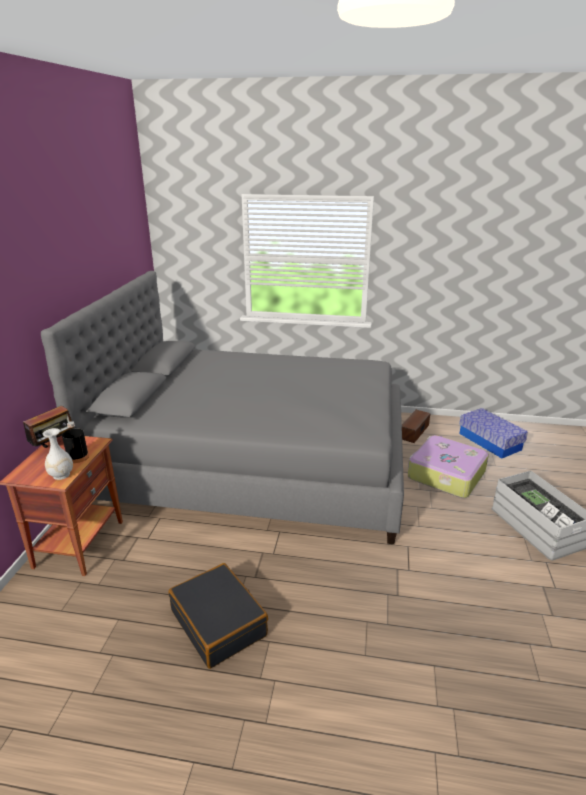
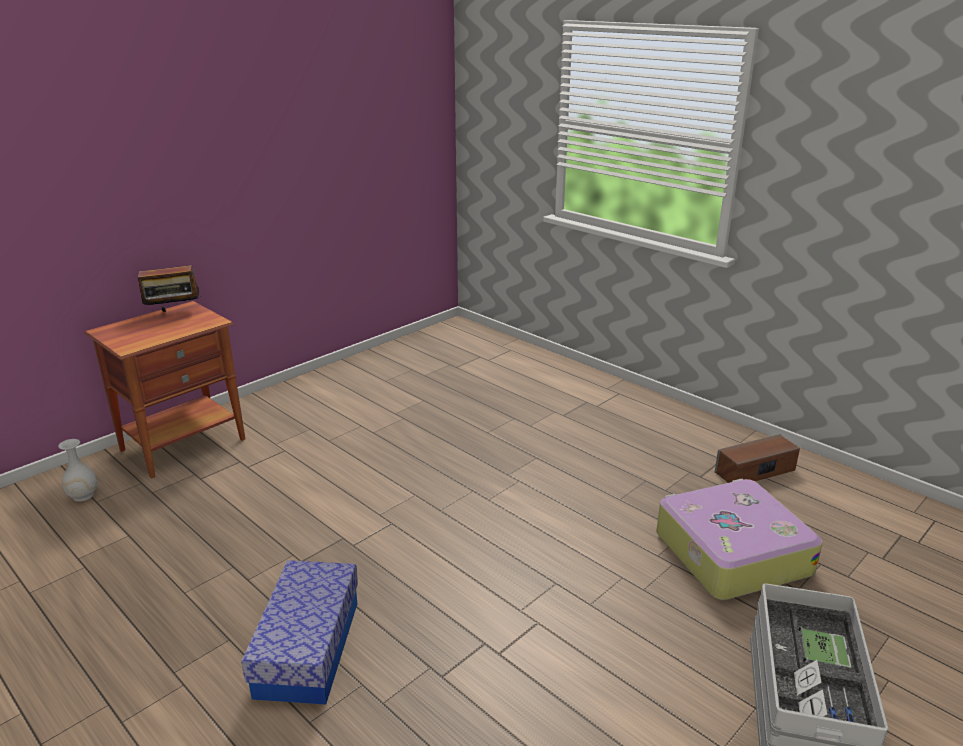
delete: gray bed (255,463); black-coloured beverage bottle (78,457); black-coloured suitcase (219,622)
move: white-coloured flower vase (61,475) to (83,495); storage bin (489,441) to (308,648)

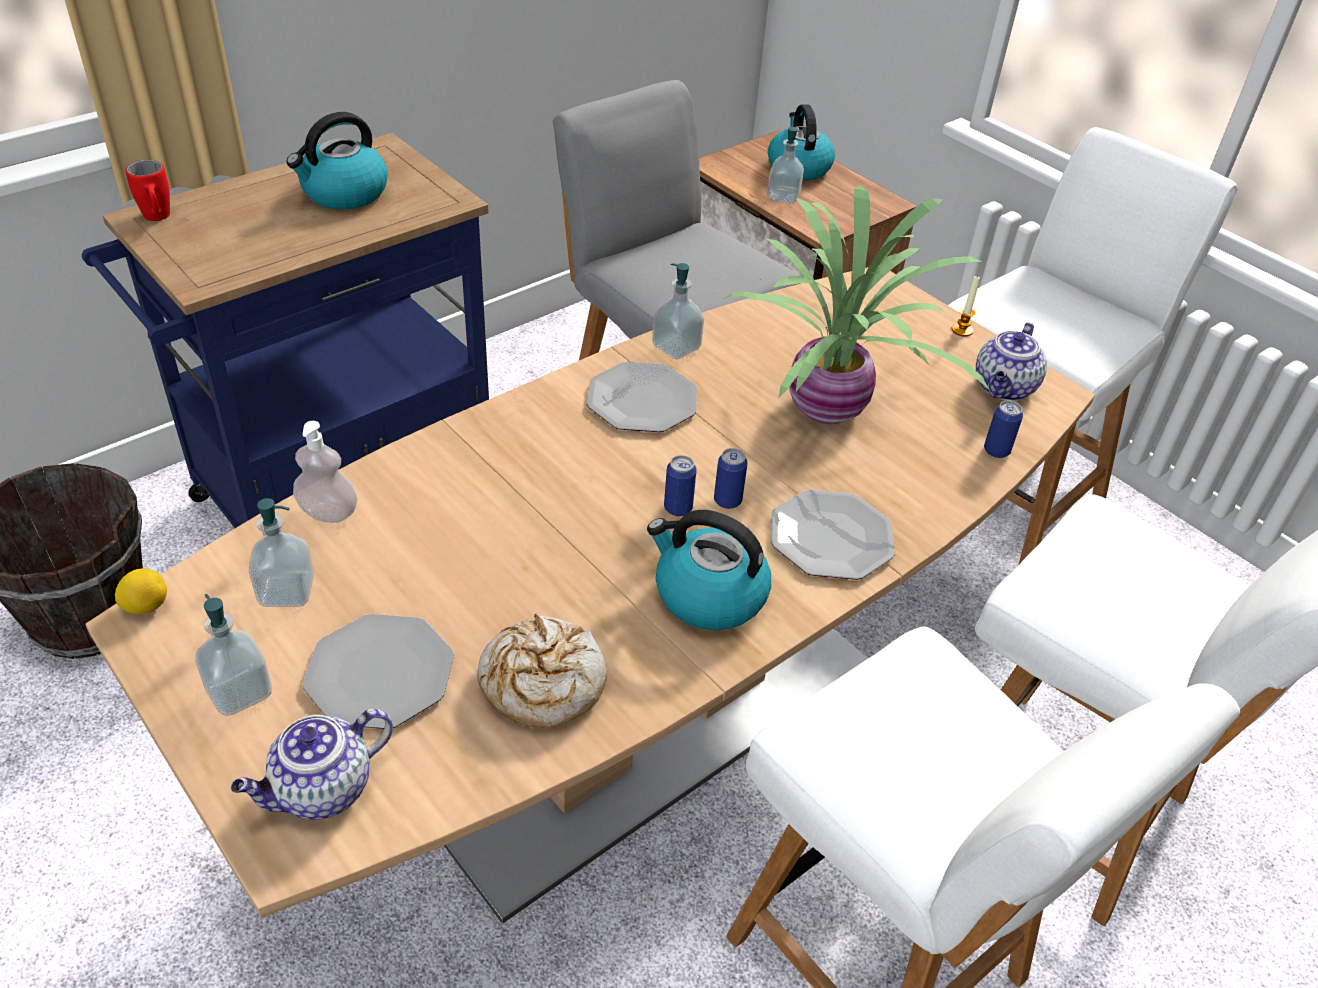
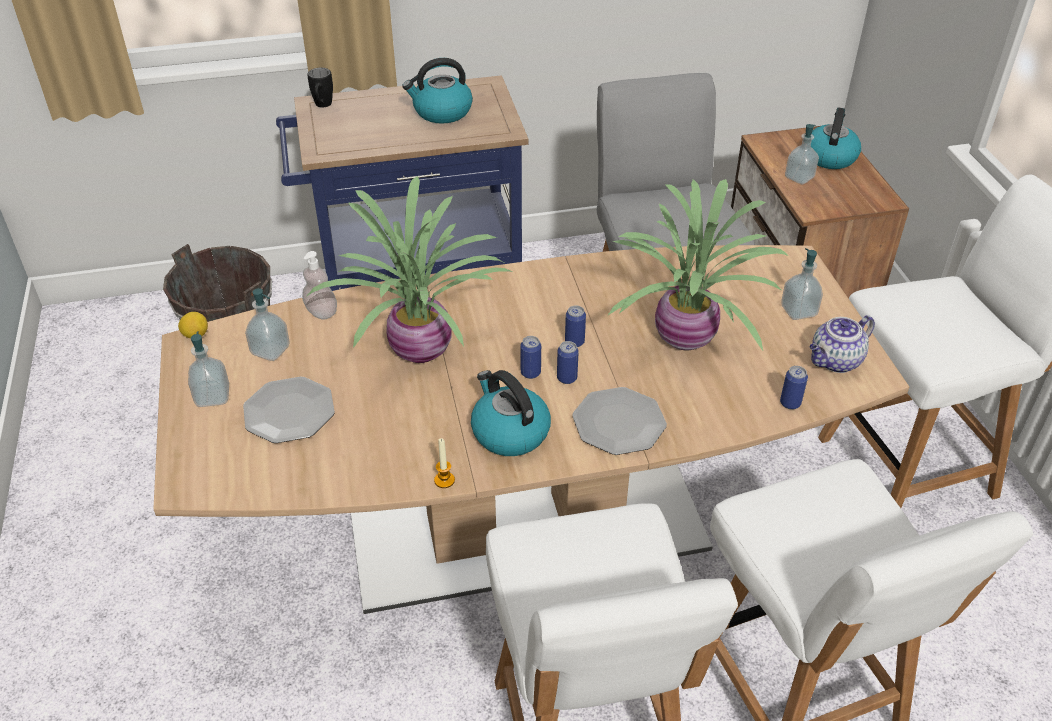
delete: pot for tea (321,791); bakery bread (541,683); dinner plate (642,400)
insert: plant in a pot (421,347); sealed can (574,342)
move: liquid soap bottle (676,347) to (798,311); wax light (962,330) to (444,480)
recolor: red tea mug (158,219) to black-coloured tea mug (322,106)

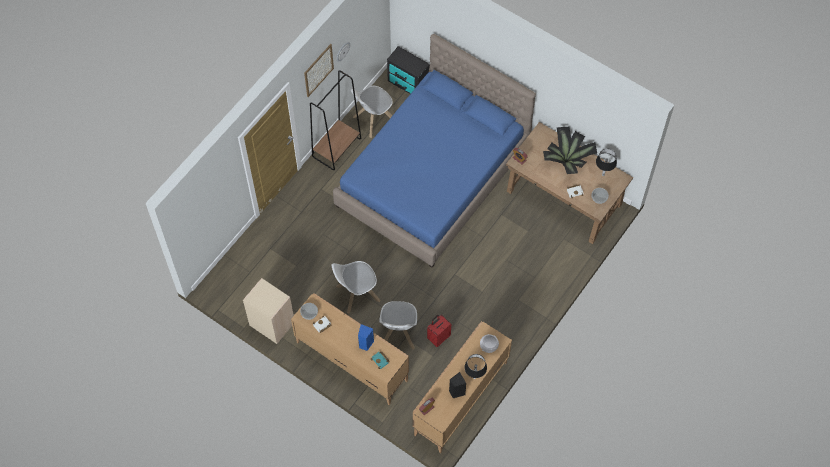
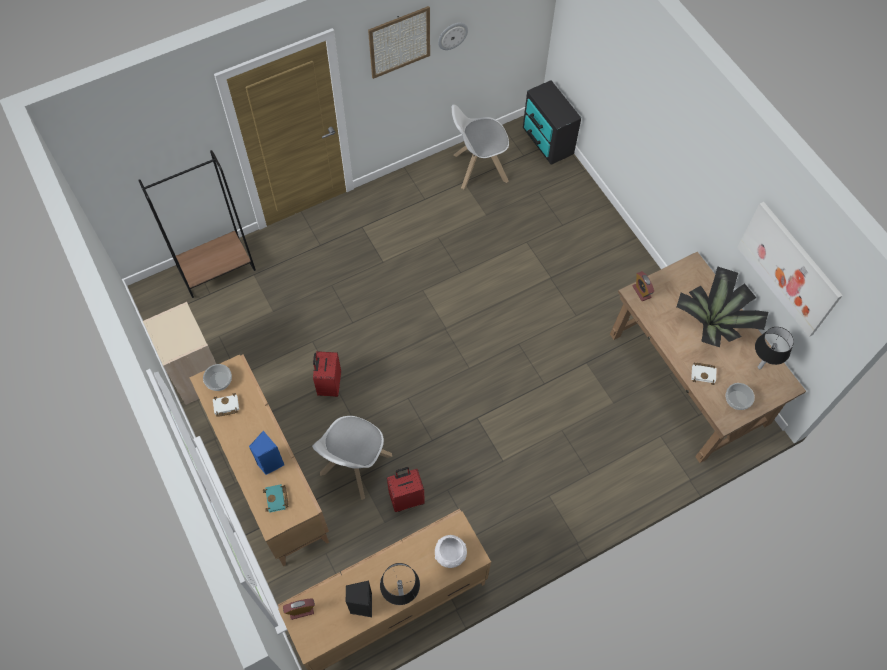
delete: blue bed (433,176)
insert: wall art (788,269)
move: garment rack (336,148) to (217,269)
replace: plain chair (356,294) to red suitcase (329,385)

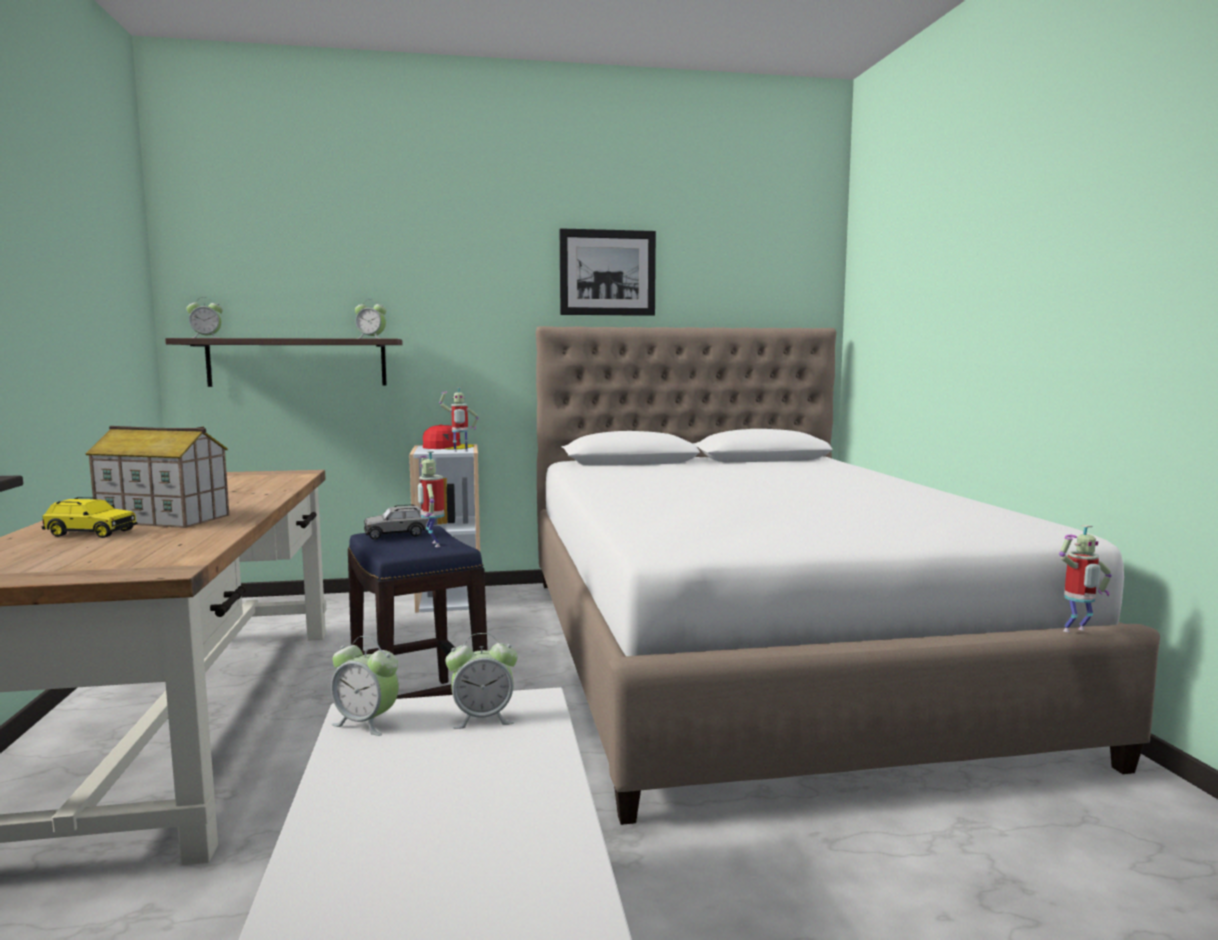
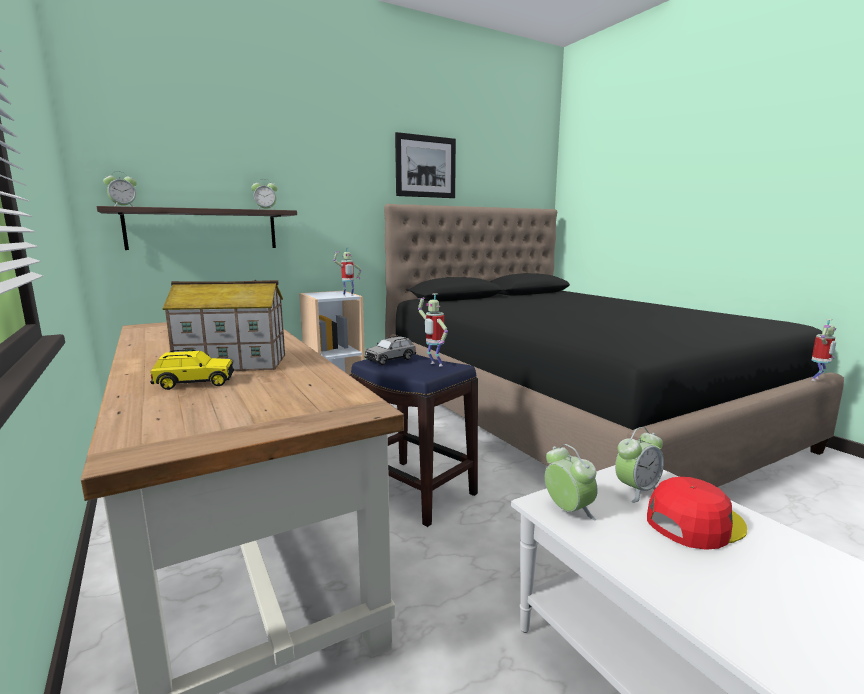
move: red baseball cap (447,447) to (694,523)
recolor: white-coloured bed (755,652) to black-coloured bed (567,413)
rotate: bedside clock (366,723) = (568,511) 120 degrees counterclockwise

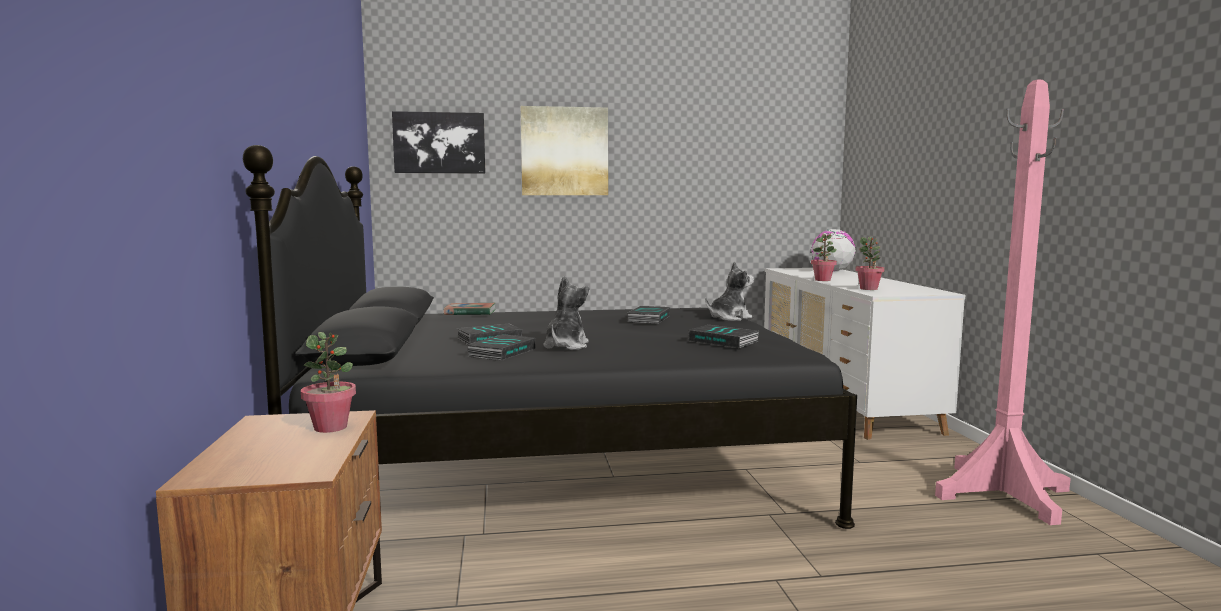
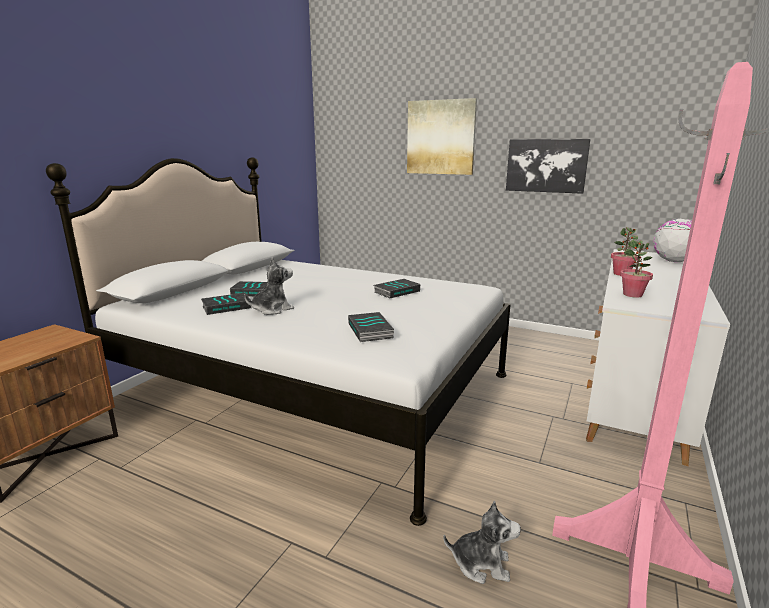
delete: plant in a pot (331,427); book (470,313)
move: wall art (439,143) to (546,165); soft toy (729,318) to (481,564)
recolor: black-coloured bed (564,470) to white-coloured bed (315,391)

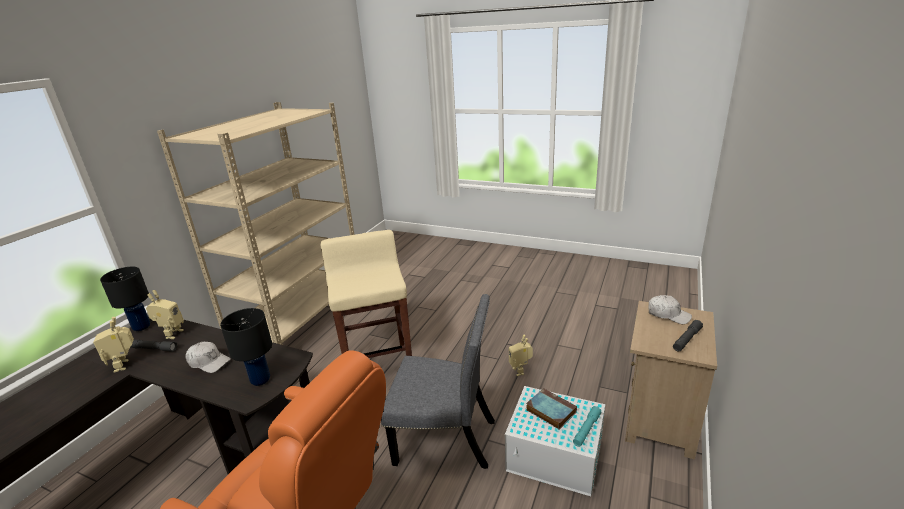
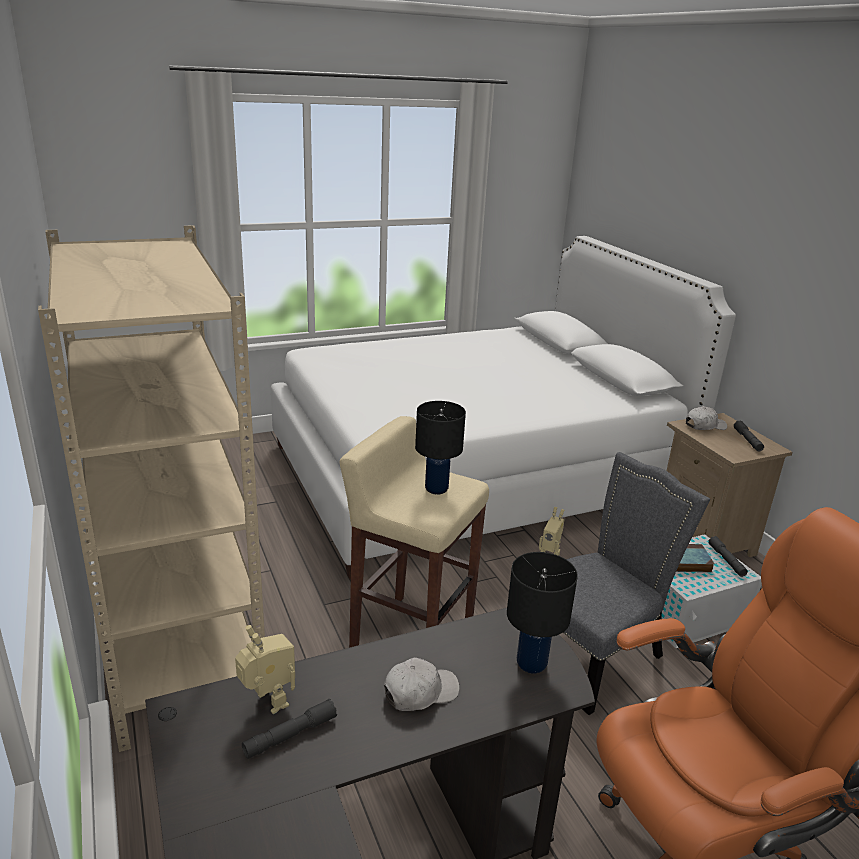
delete: model robot (125,365)
insert: white-coloured bed (472,474)
move: black-coloured lamp for a table (142,327) to (437,489)
recolor: turquoise hand torch (586,429) to gray hand torch (726,560)

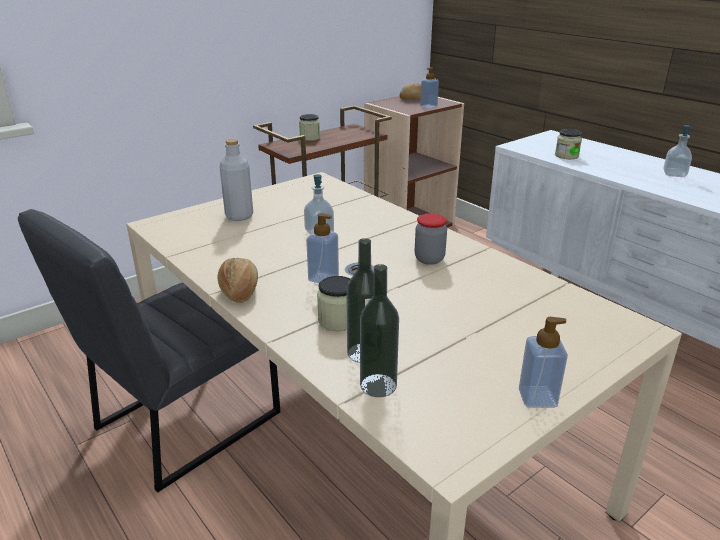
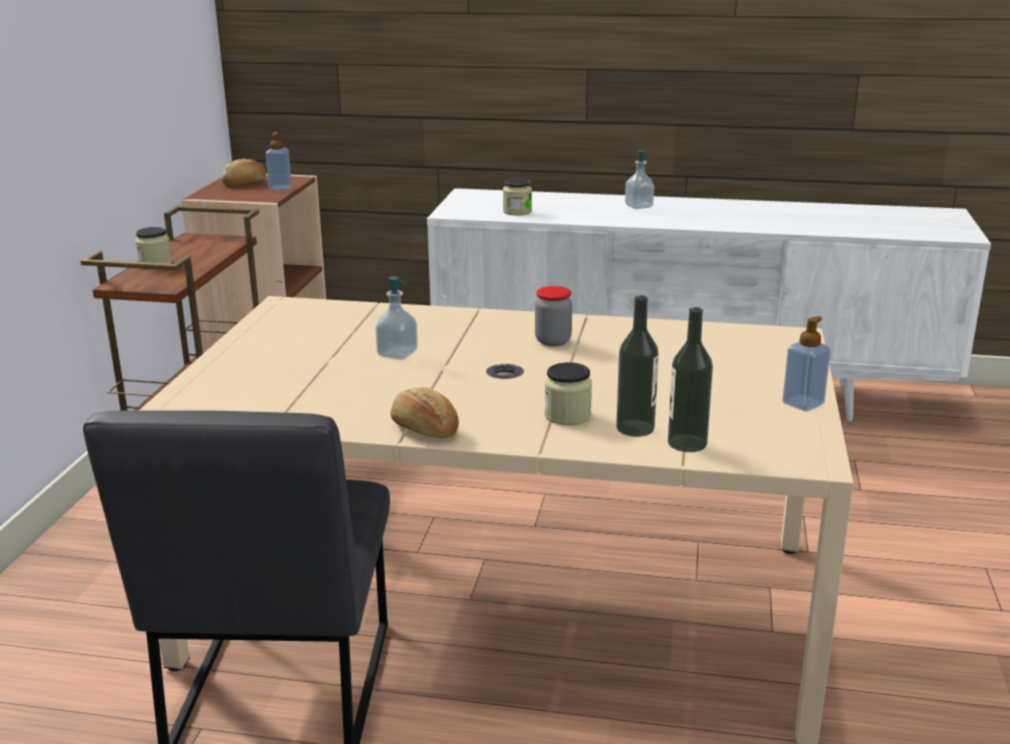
delete: gray beverage bottle (239,216); liquid soap bottle (323,278)

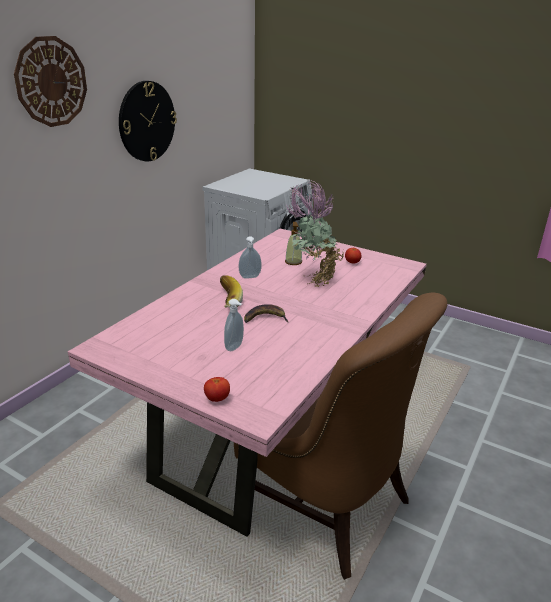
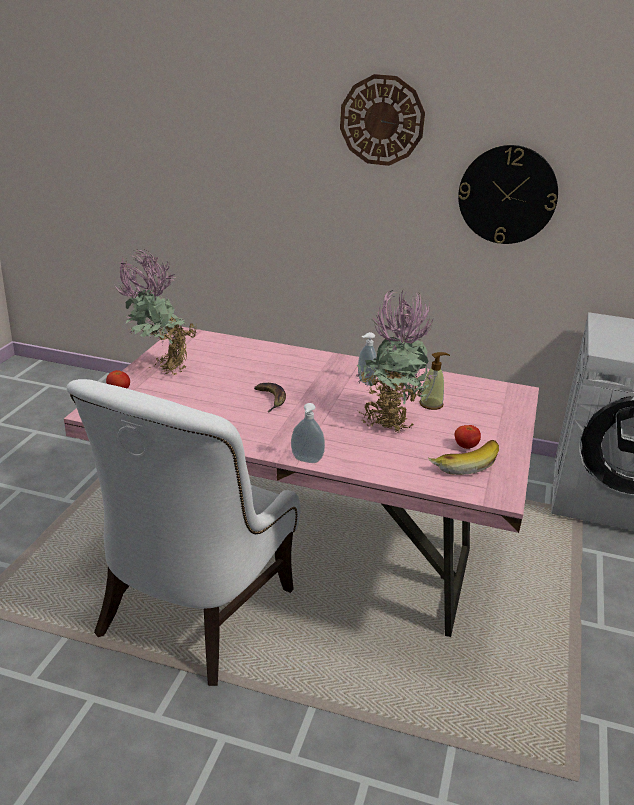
insert: plant in a pot (159,368)
move: banana (226,300) to (463,464); liquid soap bottle (235,347) to (306,461)
recolor: brownish plain chair (327,504) to white-coloured plain chair (193,613)

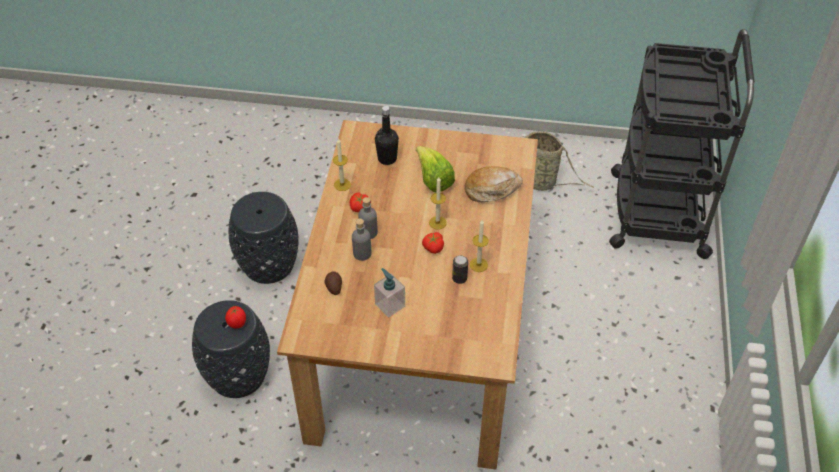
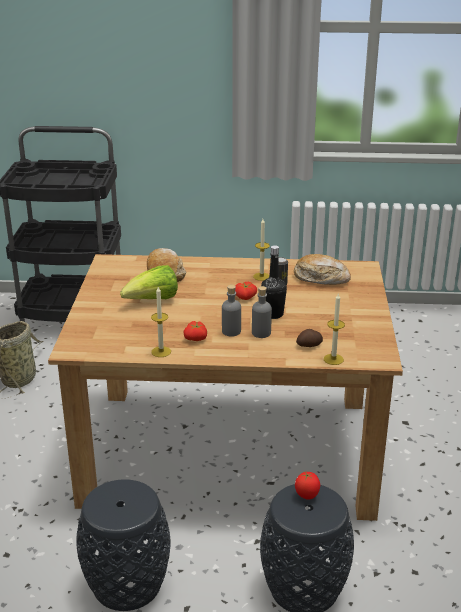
delete: liquid soap bottle (390,305)
insert: bakery bread (321,278)
move: black-coloured beverage bottle (387,158) to (272,314); wax light (437,222) to (333,359)

